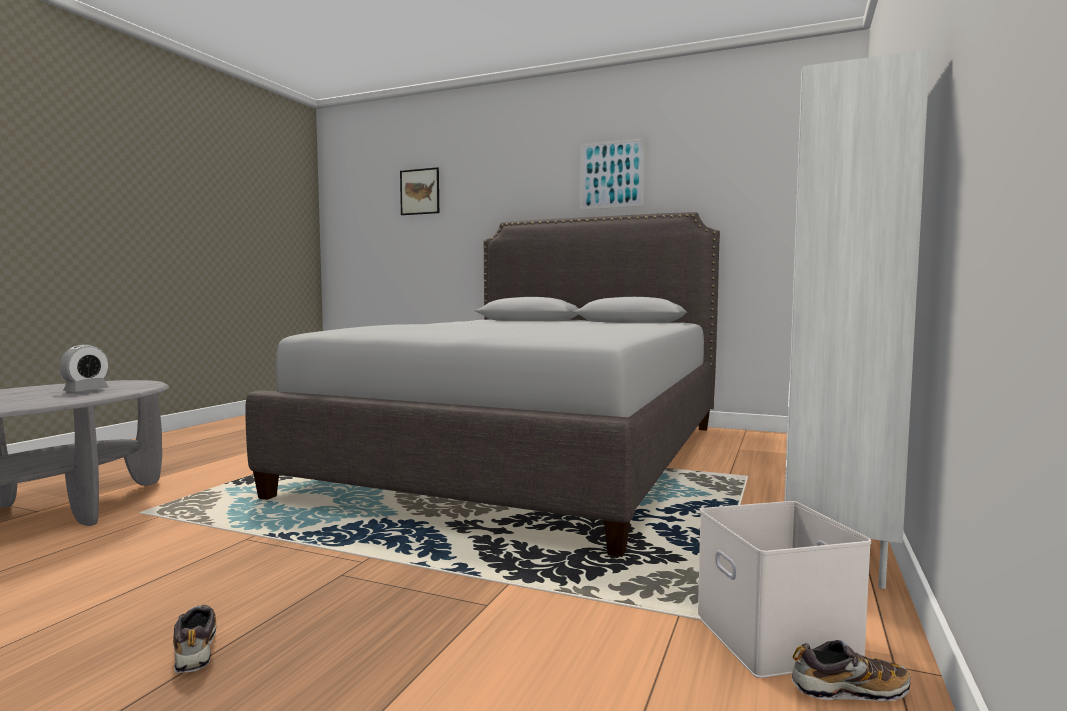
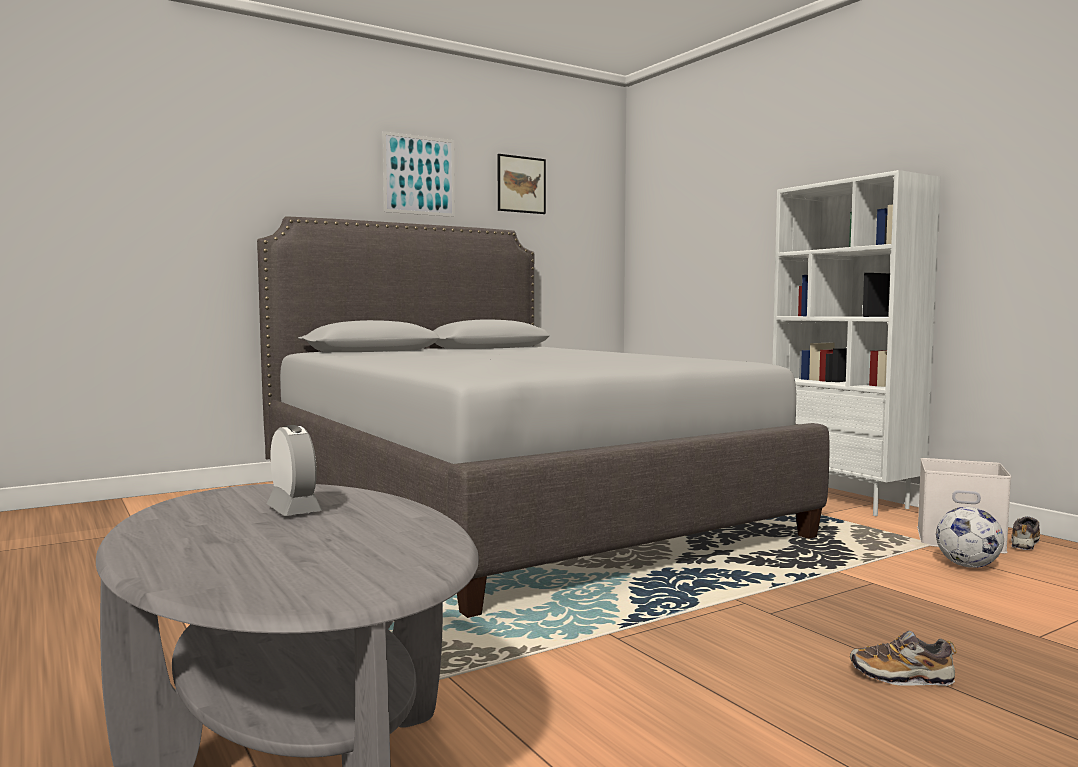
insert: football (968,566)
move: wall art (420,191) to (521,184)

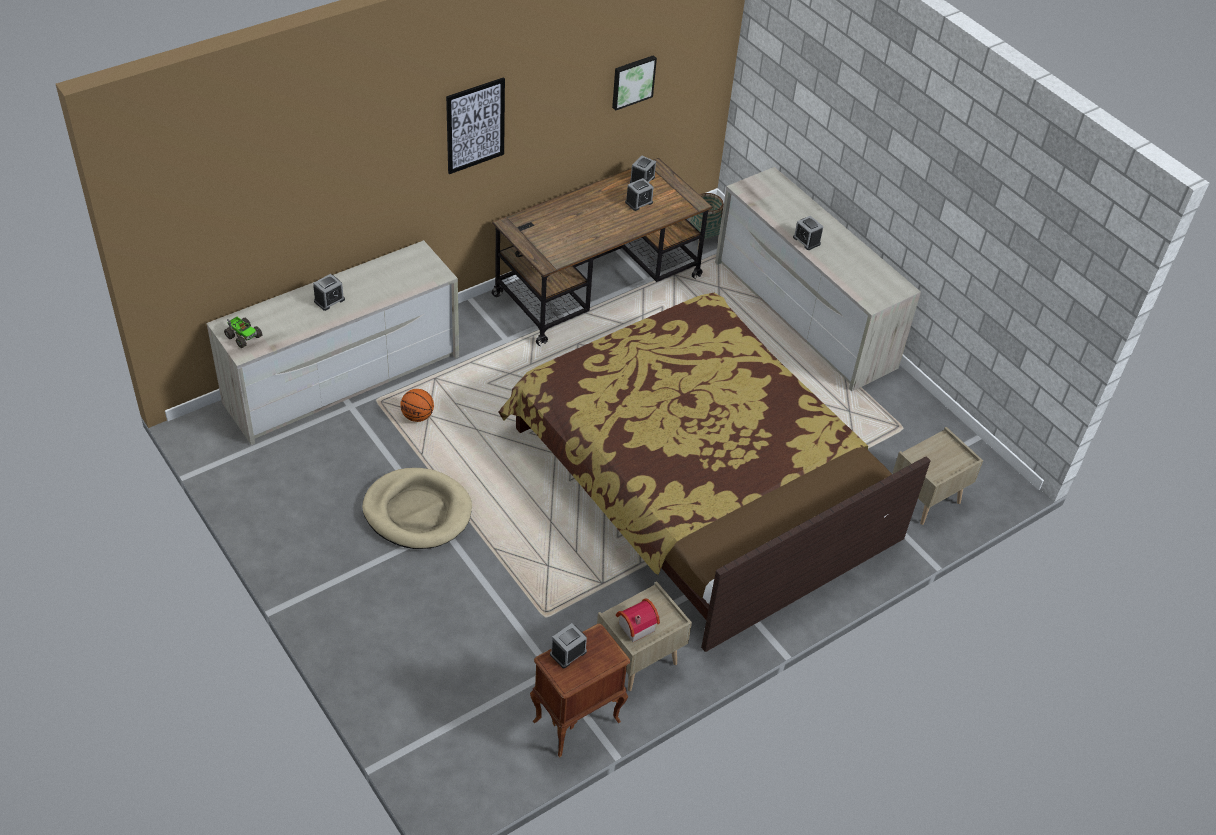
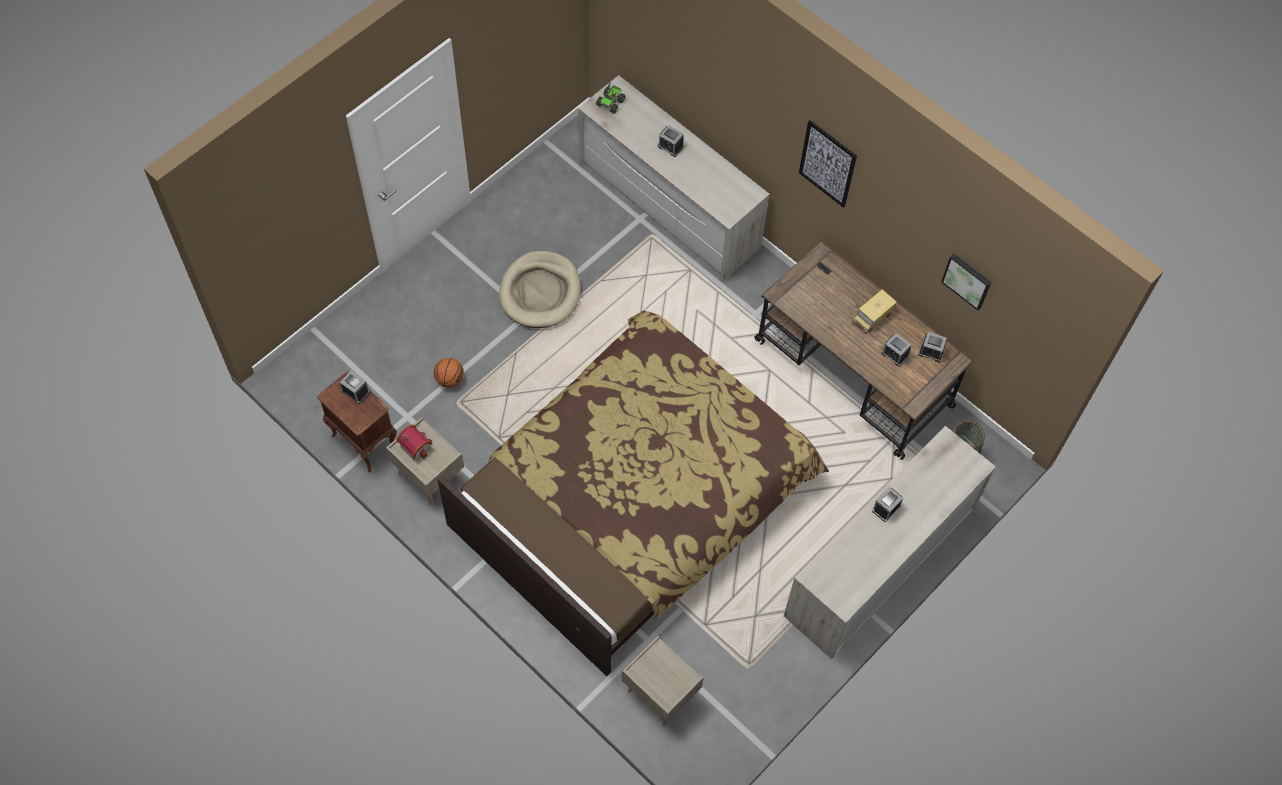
insert: model truck (872,317)
move: basketball (417,416) to (449,379)

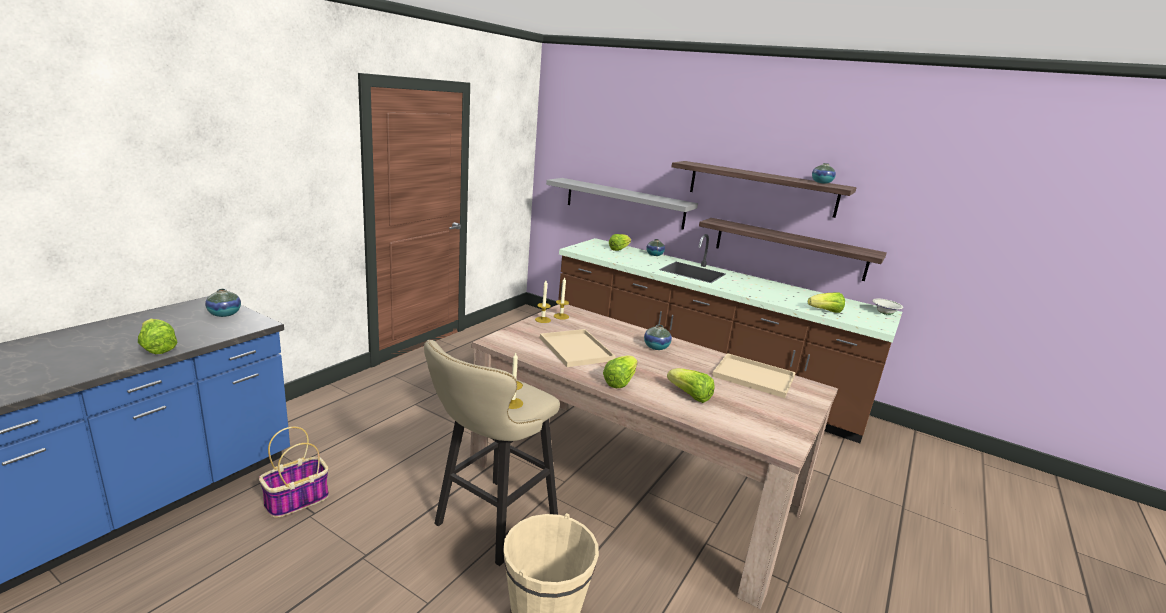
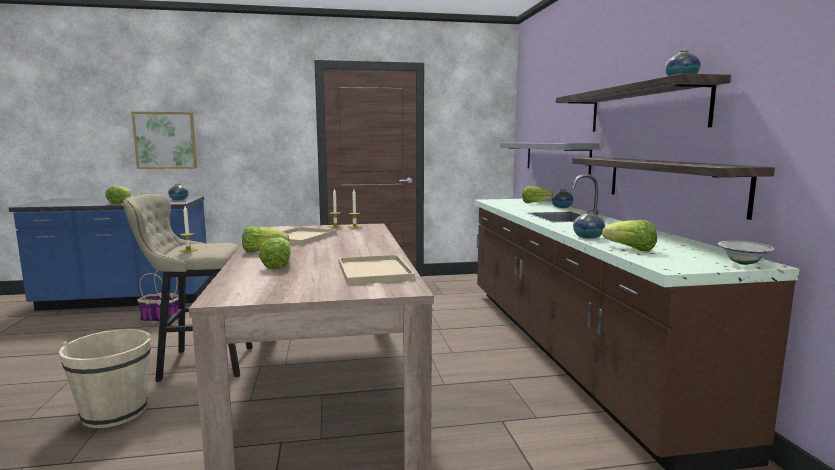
insert: wall art (165,140)
move: flower vase (656,347) to (588,237)

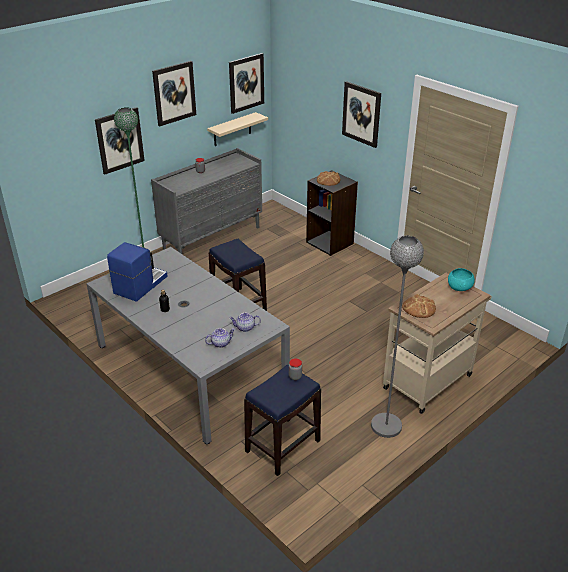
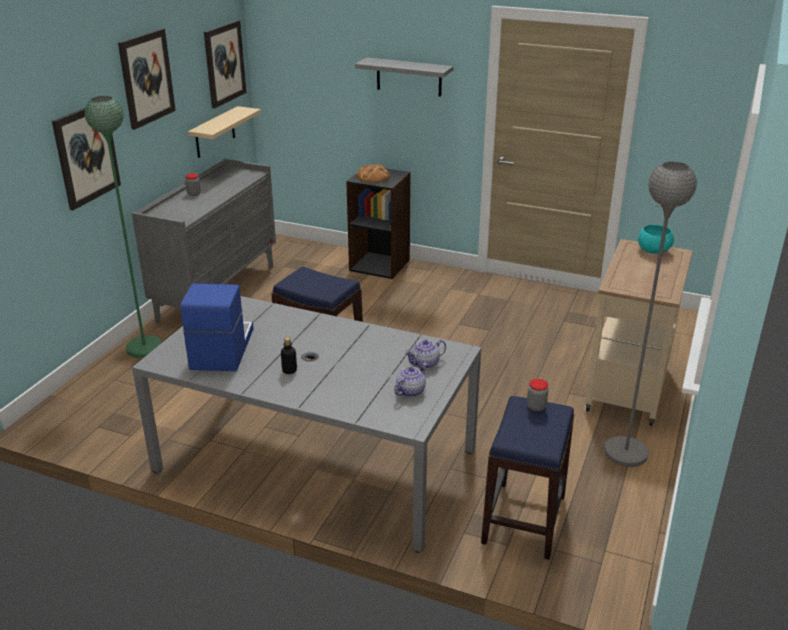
delete: bakery bread (419,308)
replace: wall art (361,114) to gray bracket shelf (409,77)

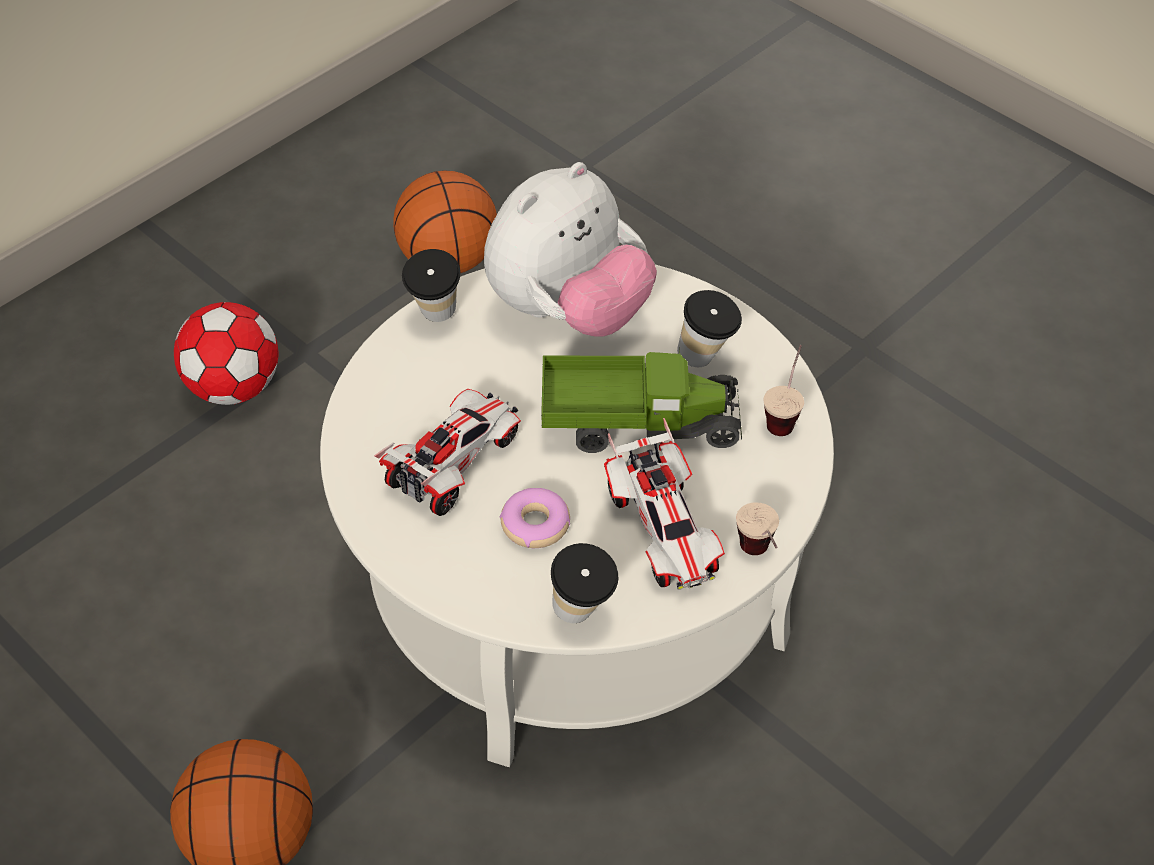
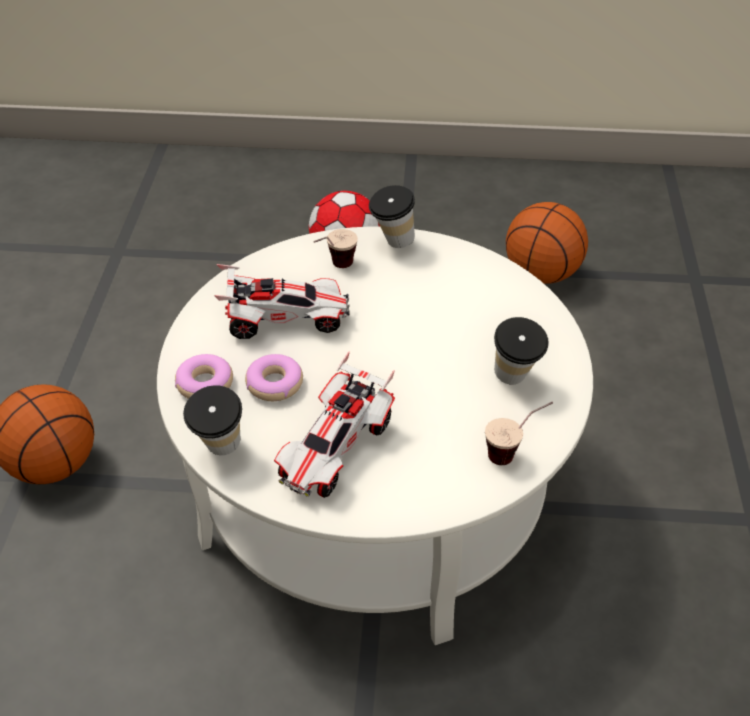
delete: soft toy (569,311); model truck (638,422)
insert: ring doughnut (205,384)
move: small cup (758,558) to (334,268)

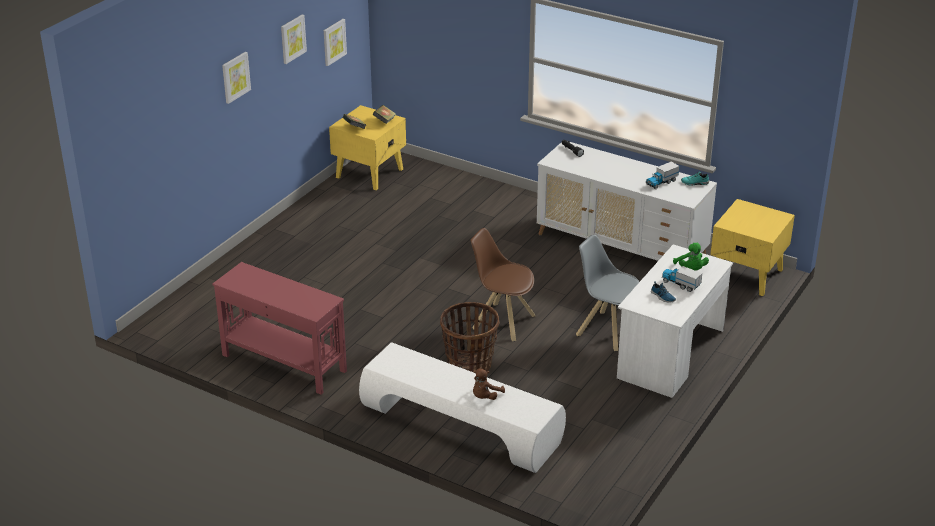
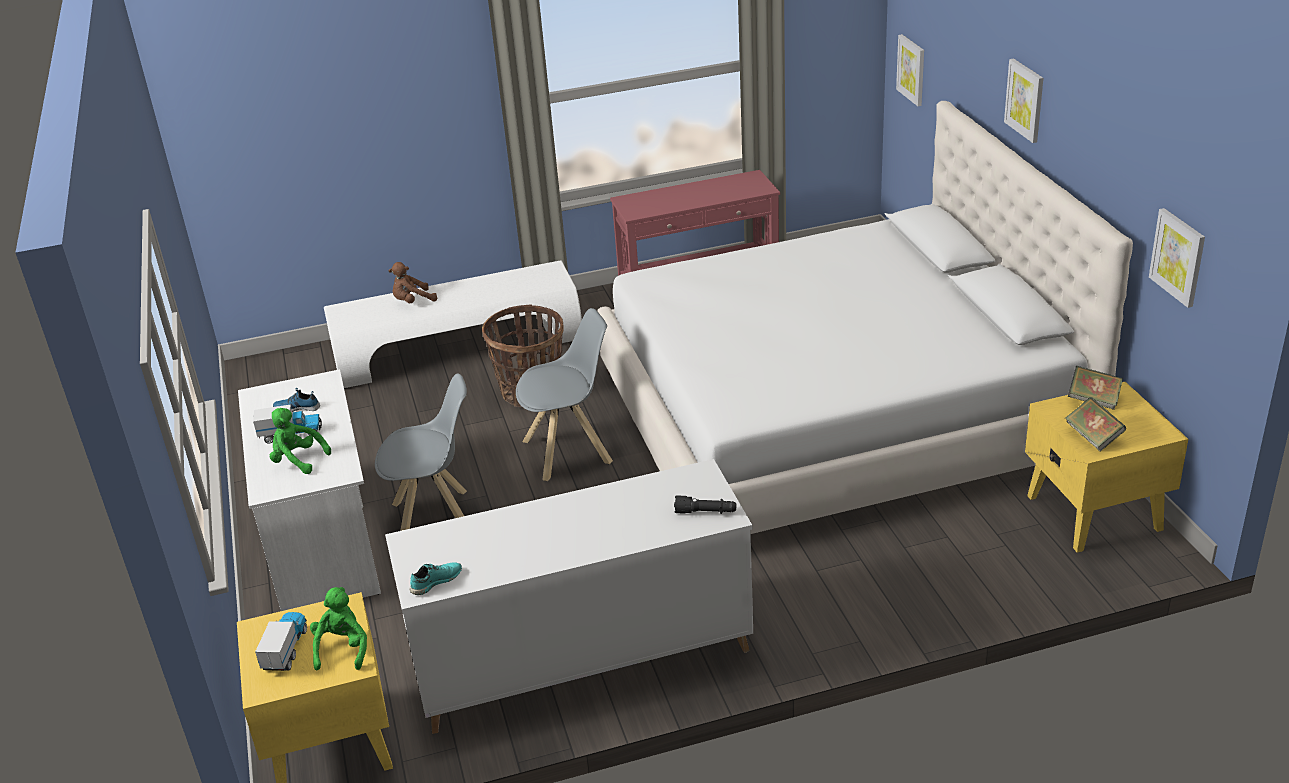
insert: green soft toy (342,649); white-coloured bed (837,414)
move: wall art (293,38) to (911,69); model truck (661,183) to (286,650)
recolor: brownish plain chair (502,321) to gray plain chair (570,451)
rotate: brownish soft toy (485,397) = (412,301) 105 degrees counterclockwise

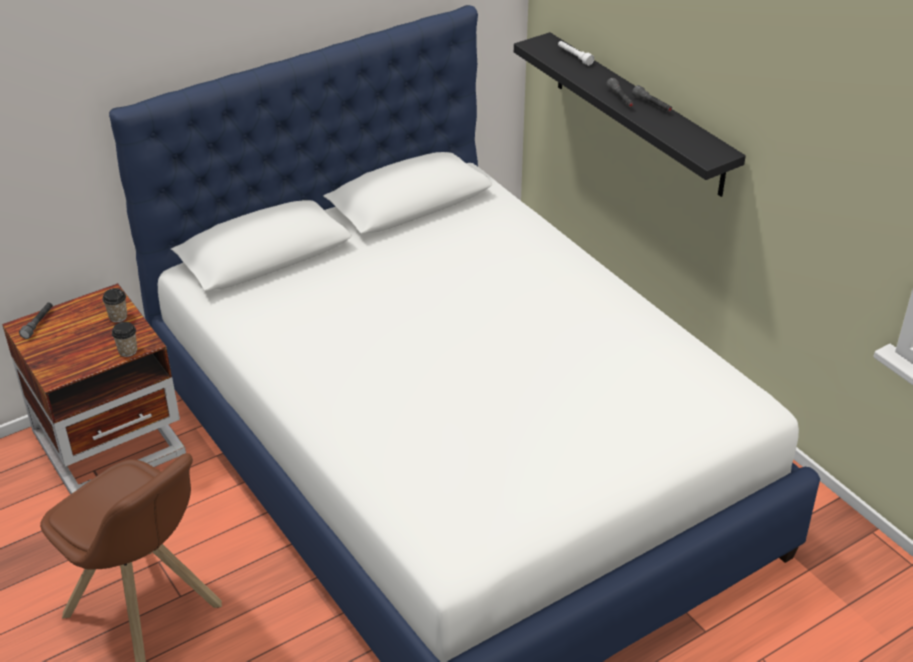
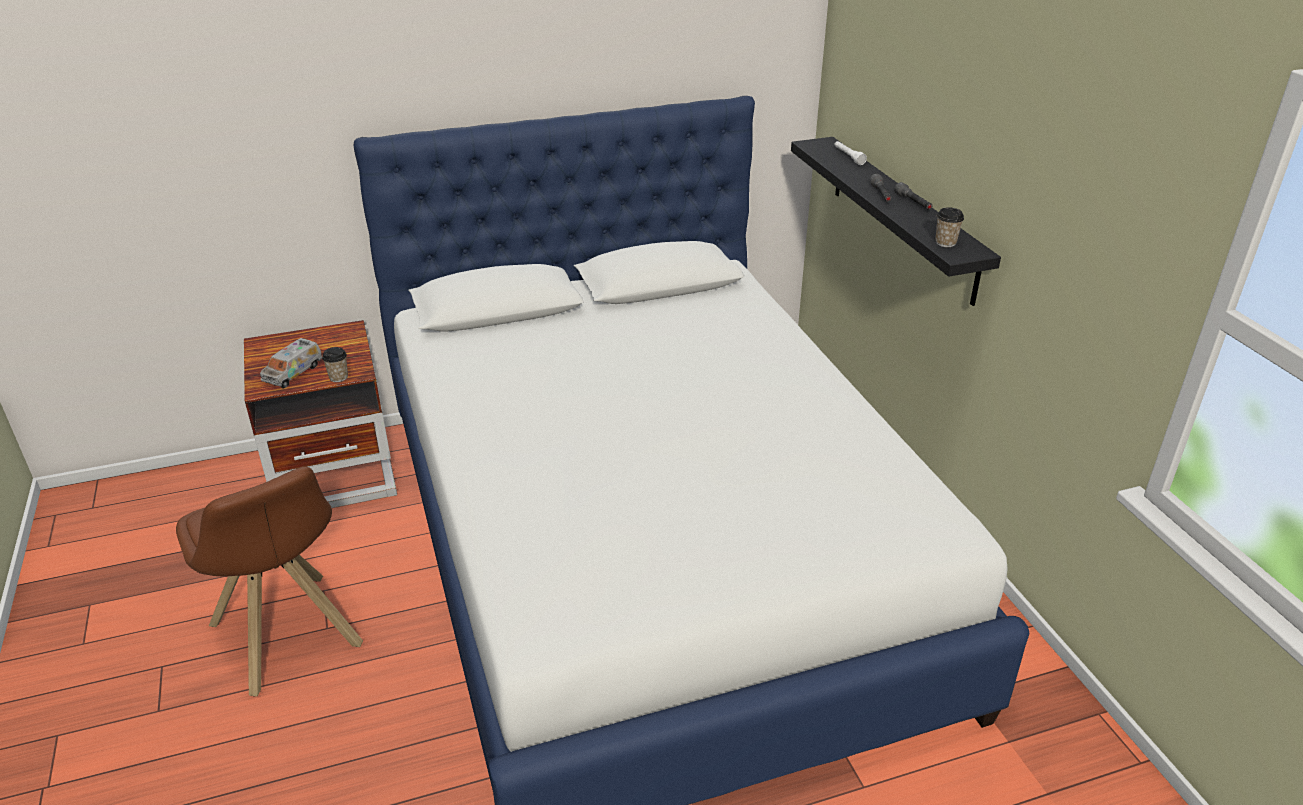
delete: gray hand torch (38,324)
insert: model truck (293,372)
move: small cup (118,317) to (945,243)

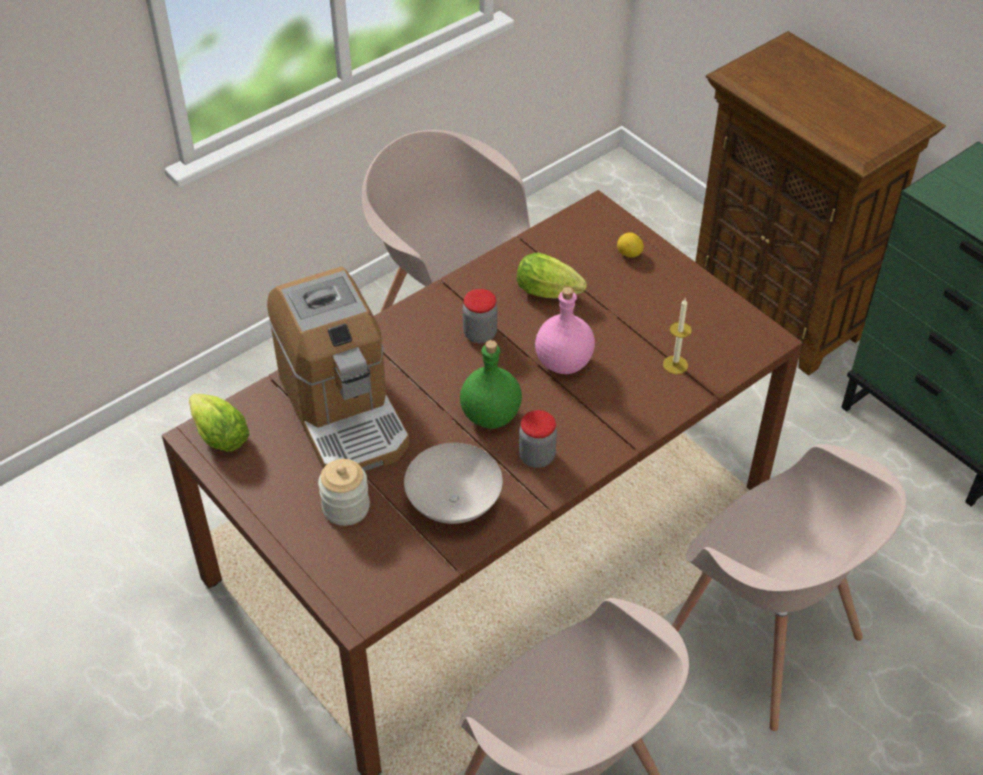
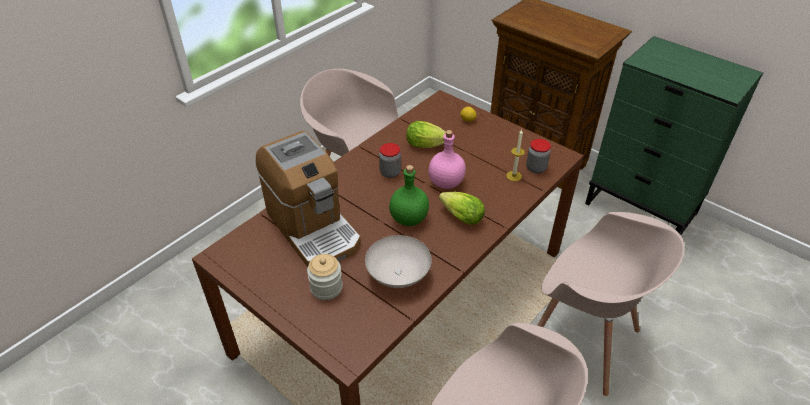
move: lettuce (218,434) to (459,216); storage jar (537,457) to (536,168)

